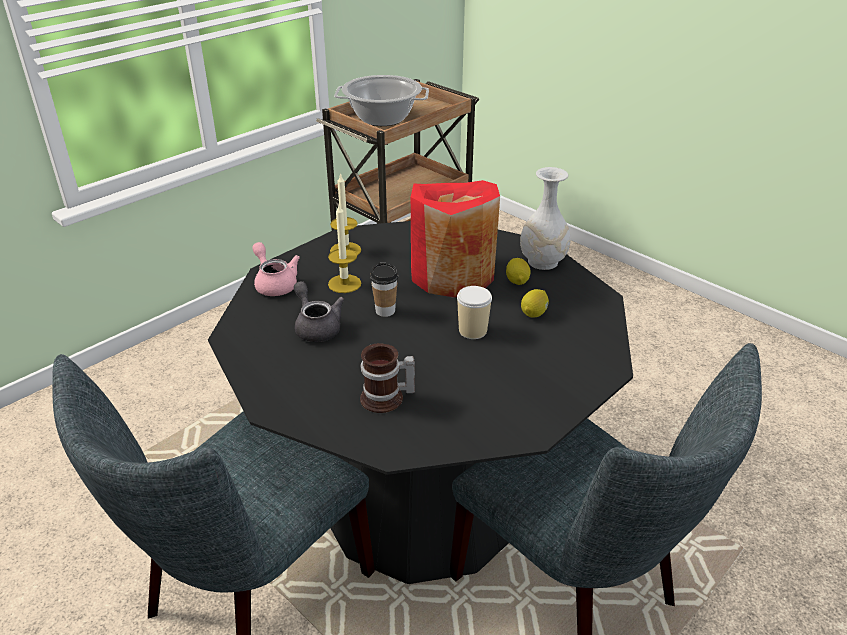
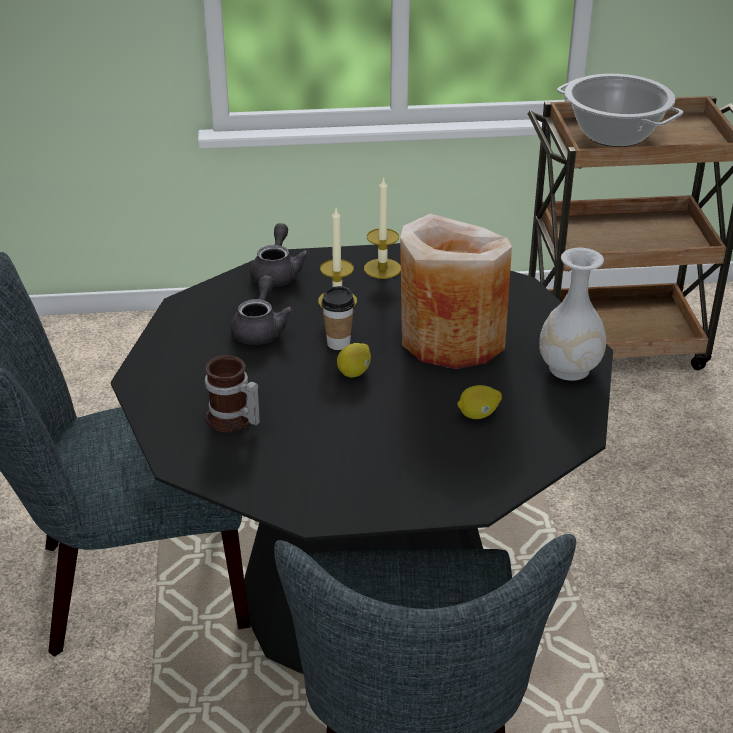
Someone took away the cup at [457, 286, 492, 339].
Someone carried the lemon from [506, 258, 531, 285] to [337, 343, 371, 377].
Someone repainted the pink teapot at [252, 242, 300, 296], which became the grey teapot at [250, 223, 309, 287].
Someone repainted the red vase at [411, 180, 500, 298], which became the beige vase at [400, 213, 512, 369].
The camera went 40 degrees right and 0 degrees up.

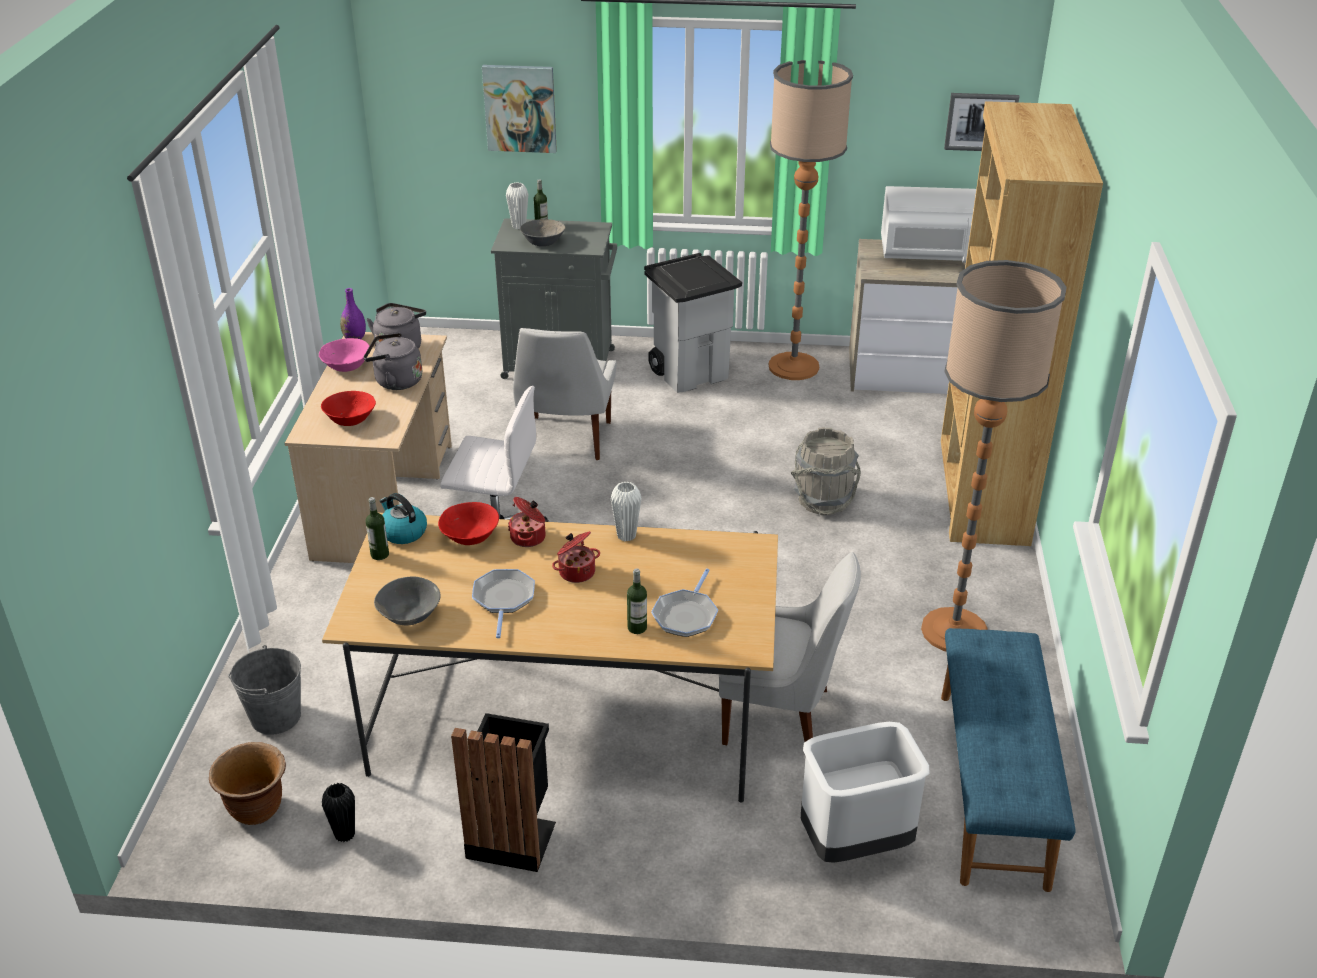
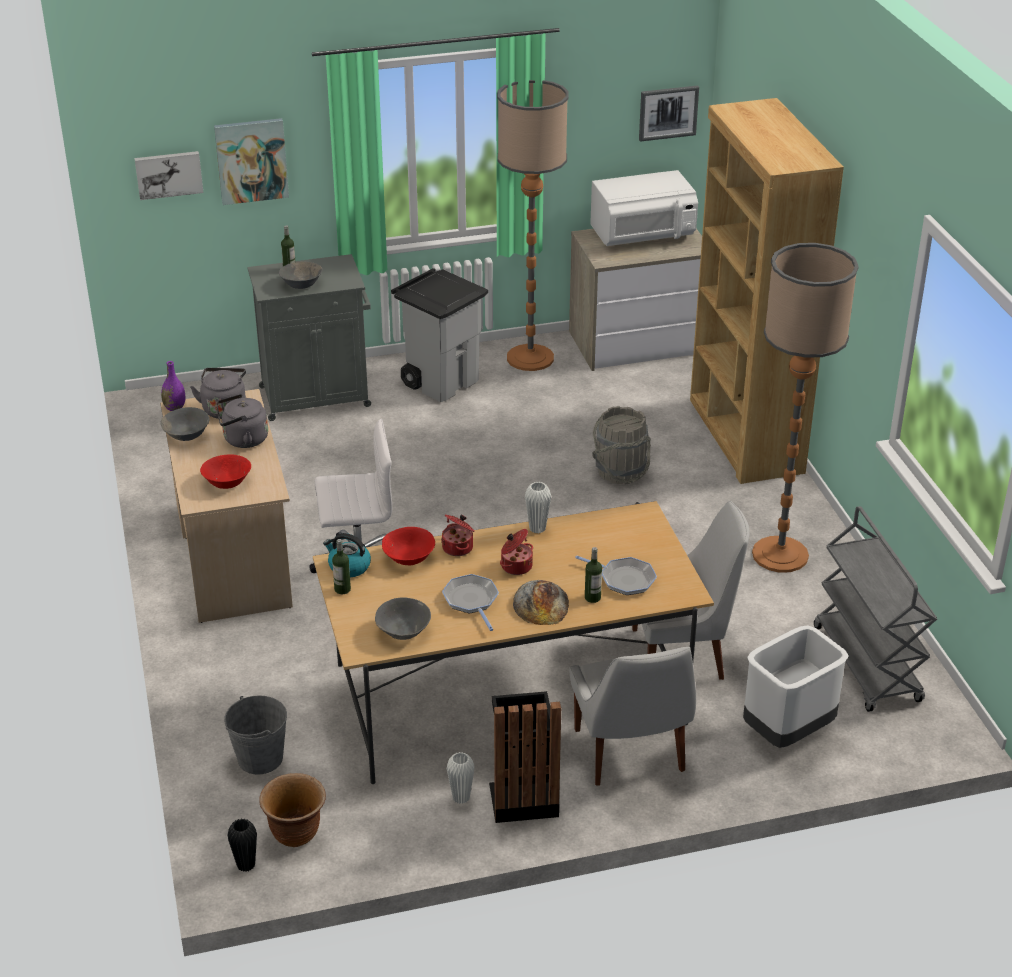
Someone put up the picture at [134, 151, 203, 200].
Someone put down the bread at [513, 580, 569, 625].
Someone carried the black vase from [322, 783, 355, 842] to [227, 819, 257, 872].
Someone carried the white vase from [506, 182, 528, 229] to [447, 752, 475, 804].
Someone carried the white chair from [513, 328, 616, 460] to [570, 647, 696, 786].
Someone swapped the blue bench at [941, 628, 1076, 892] for the grey cart at [814, 506, 937, 712].
Someone repainted the pink bowl at [319, 338, 369, 372], which became the grey bowl at [161, 407, 209, 441].
Someone rotated the frying pan at [651, 569, 718, 637] by 60 degrees counterclockwise.
The camera went 20 degrees left and 0 degrees up.

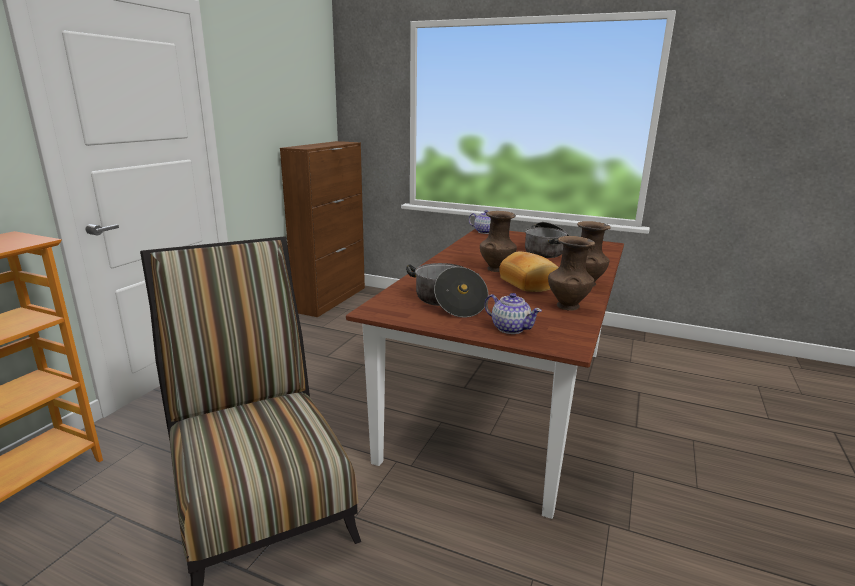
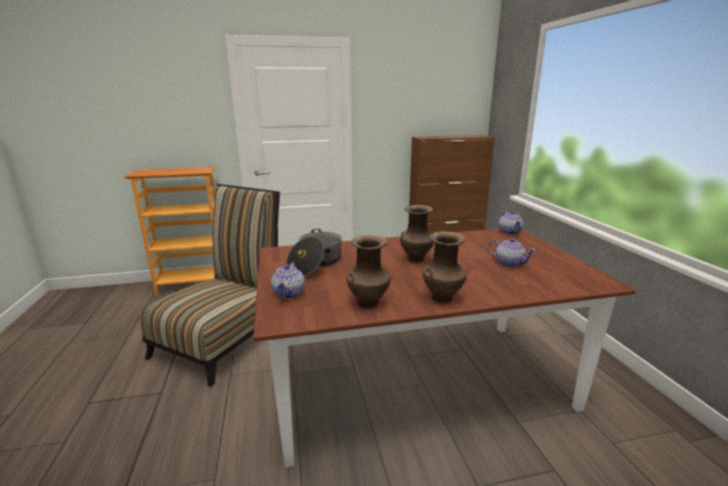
Someone took away the bread at [499, 251, 559, 292].
Someone swapped the cooking pot at [525, 222, 569, 258] for the teapot at [488, 238, 536, 268].
The camera went 55 degrees right and 0 degrees up.

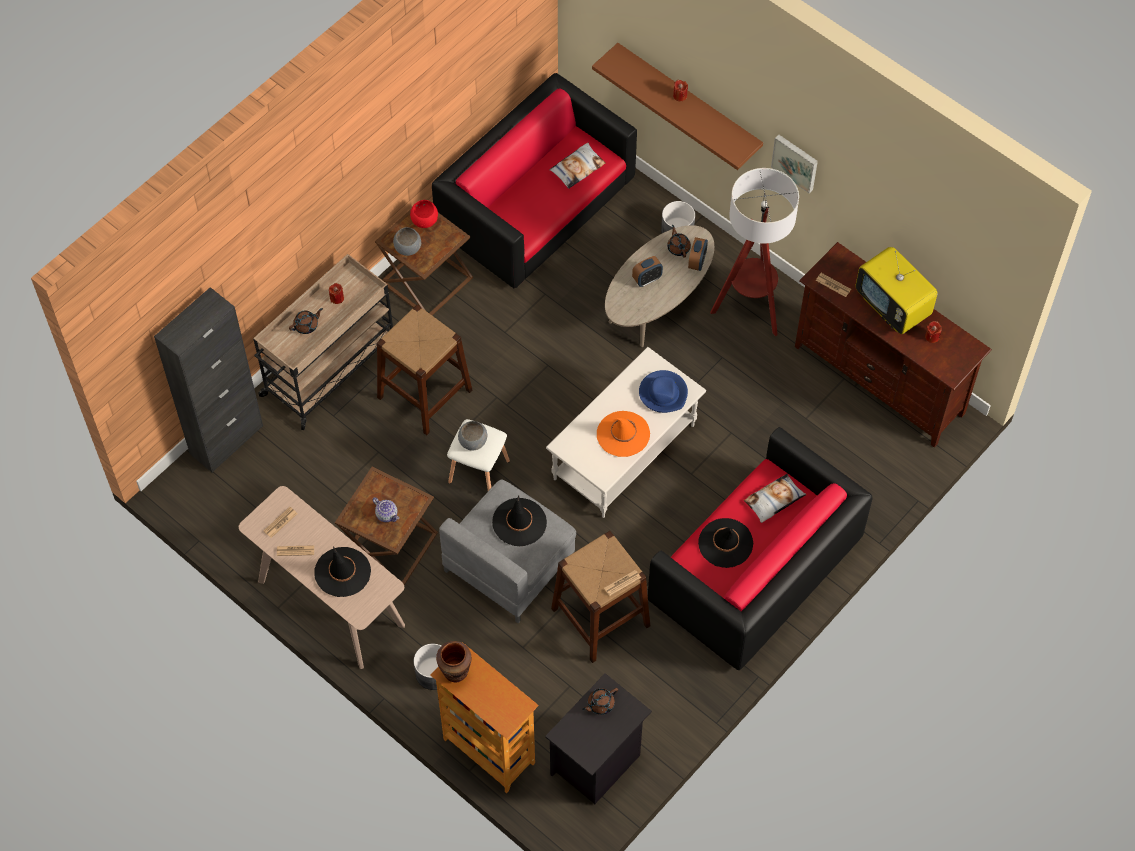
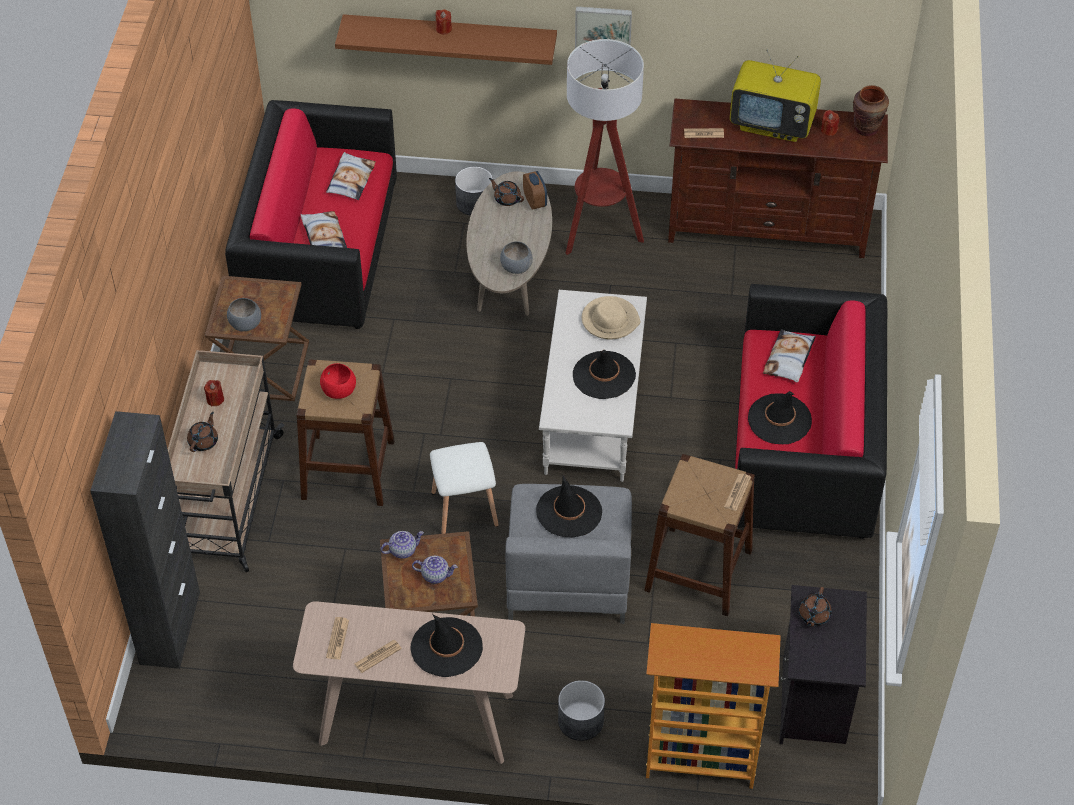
Someone took away the alarm clock at [632, 256, 663, 287].
Someone put down the pillow at [300, 211, 347, 248].
Someone put down the teapot at [381, 531, 424, 559].
Someone carried the red bowl from [410, 200, 438, 228] to [320, 363, 356, 399].
Someone carried the brown vase from [436, 641, 472, 682] to [853, 85, 889, 136].
Someone carried the grey bowl from [458, 421, 487, 451] to [500, 241, 533, 274].
Someone repainted the orange hat at [597, 411, 650, 457], which became the black hat at [573, 350, 636, 399].
Someone repainted the blue hat at [639, 370, 688, 413], which became the beige hat at [582, 296, 640, 339].
The camera went 35 degrees left and 10 degrees down.

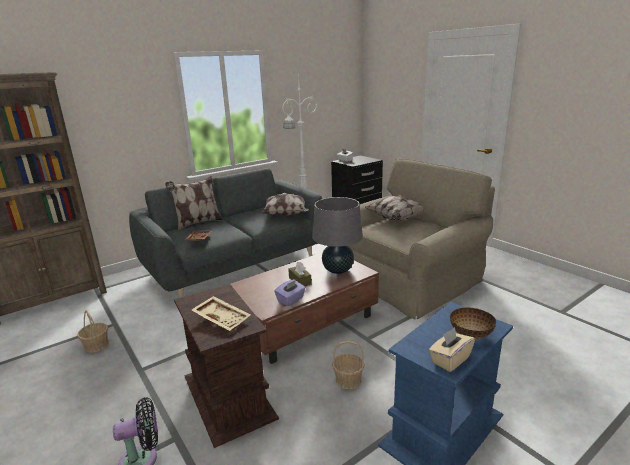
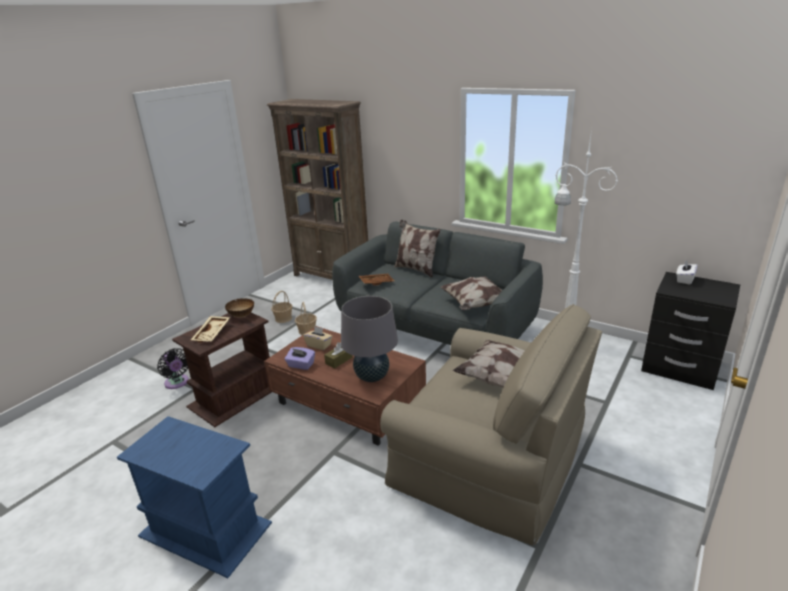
Someone carried the basket from [332, 341, 365, 389] to [295, 302, 317, 335].
Someone carried the beige tissue box from [429, 327, 475, 372] to [303, 326, 333, 350].
Someone carried the bowl from [450, 307, 496, 340] to [225, 298, 254, 317].
The camera went 70 degrees right and 5 degrees up.

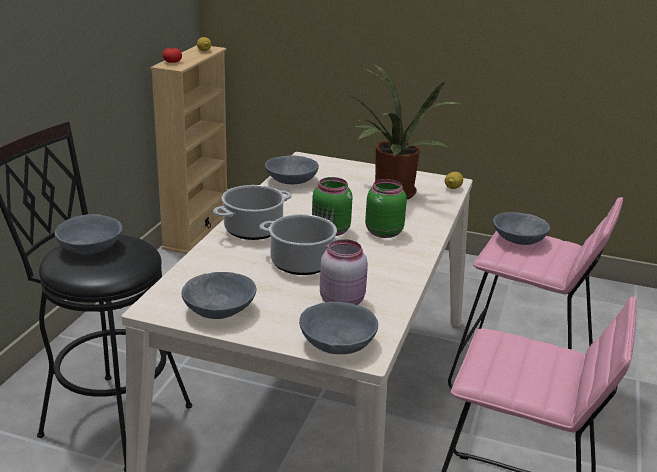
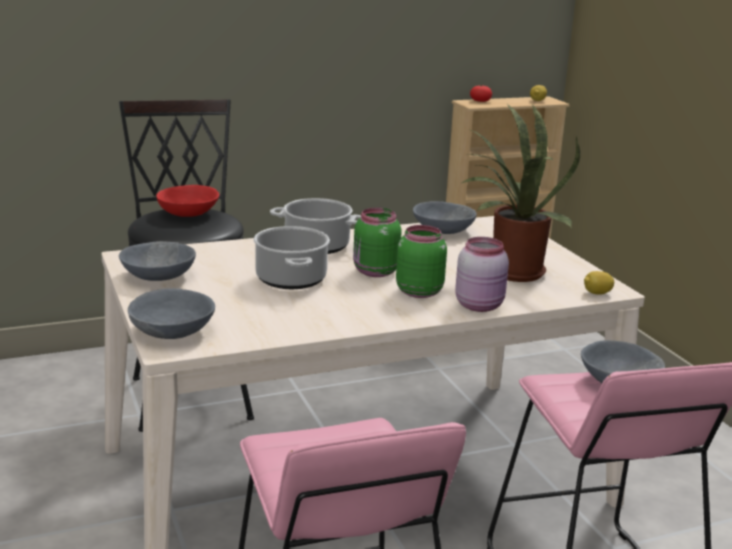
Someone carried the pink jar from [320, 239, 368, 305] to [455, 237, 509, 312].
Someone repainted the grey bowl at [55, 214, 122, 254], which became the red bowl at [156, 185, 219, 217].
The camera went 50 degrees right and 5 degrees down.

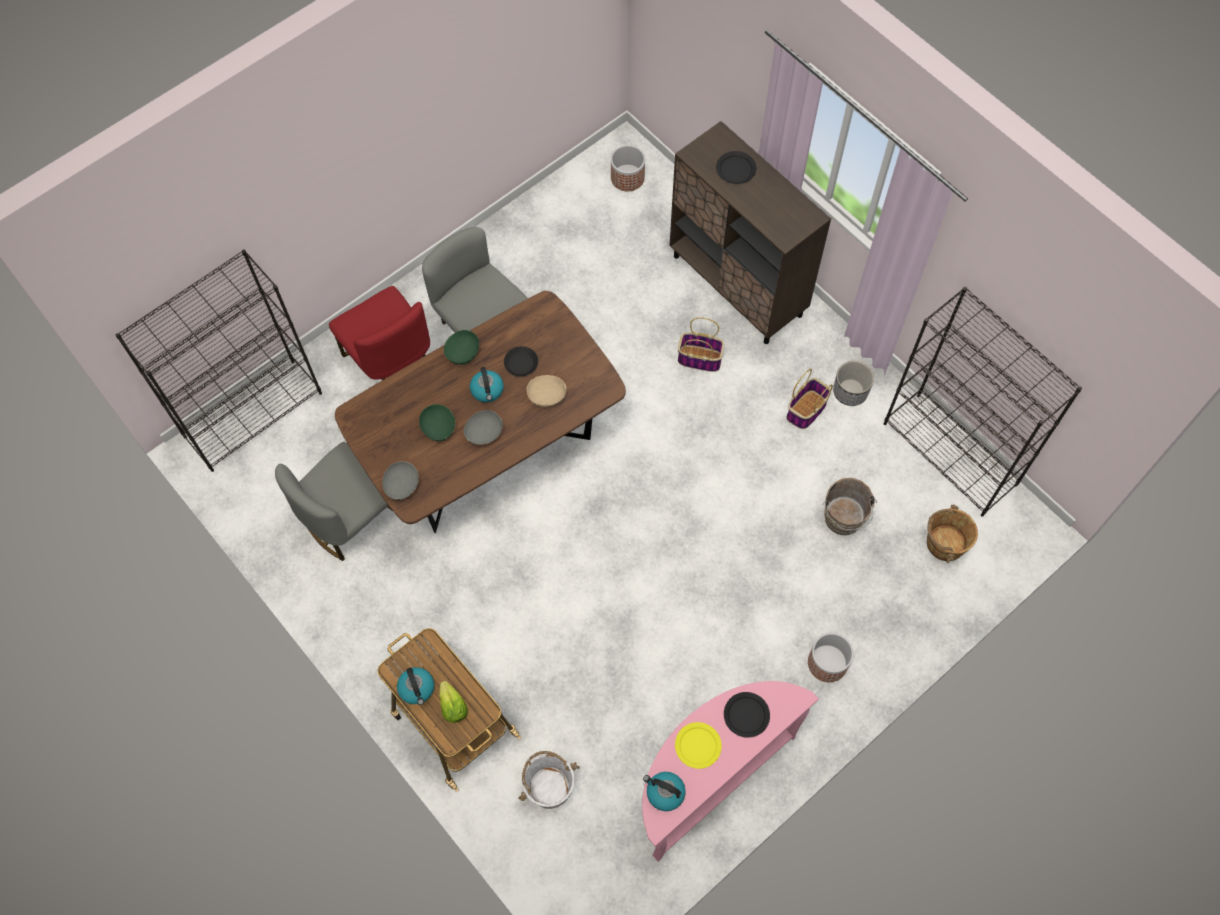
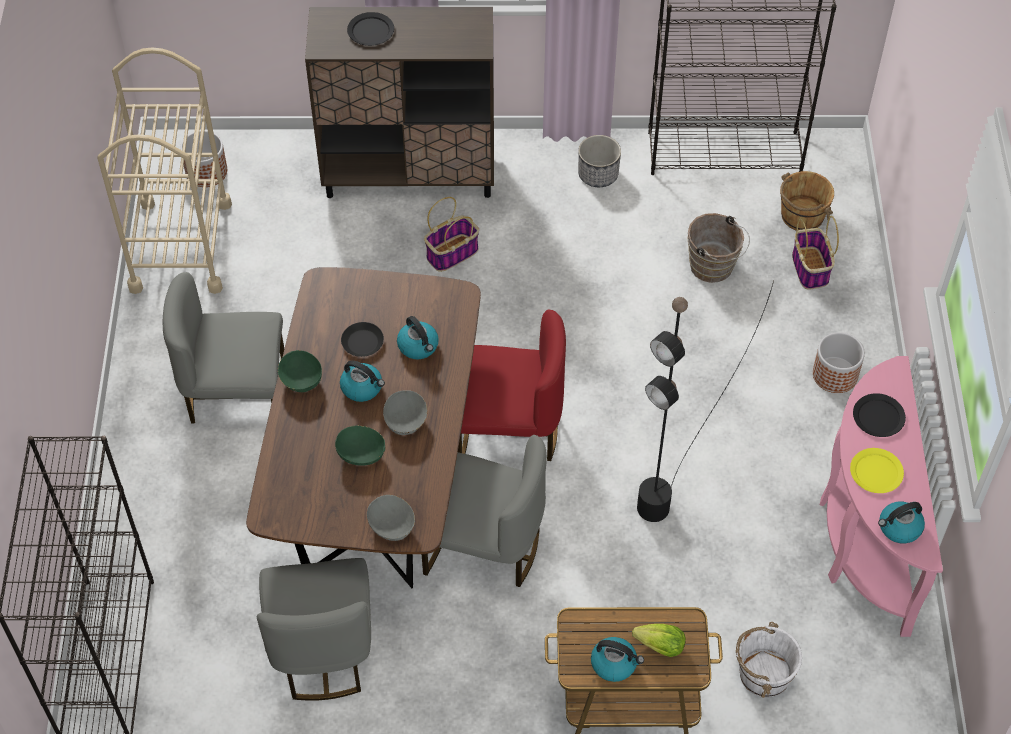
Someone put down the beige cart at [97, 47, 232, 294].
Someone put down the grey chair at [422, 435, 547, 587].
Someone put down the black floor lamp at [637, 281, 774, 522].
Someone carried the red chair from [329, 286, 430, 380] to [458, 310, 566, 461].
Someone carried the basket from [786, 369, 833, 429] to [792, 216, 839, 290].
Someone swapped the beige bowl at [527, 375, 567, 407] for the kettle at [397, 316, 439, 359].
The camera went 50 degrees left and 10 degrees down.

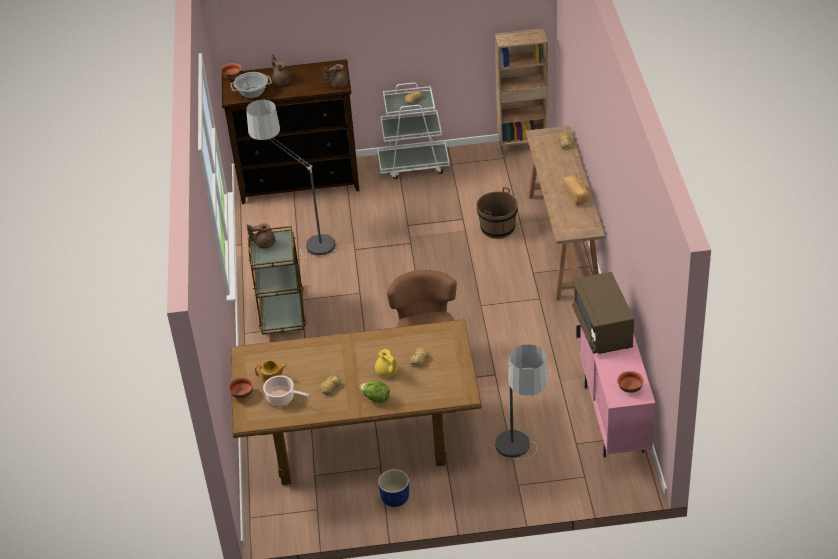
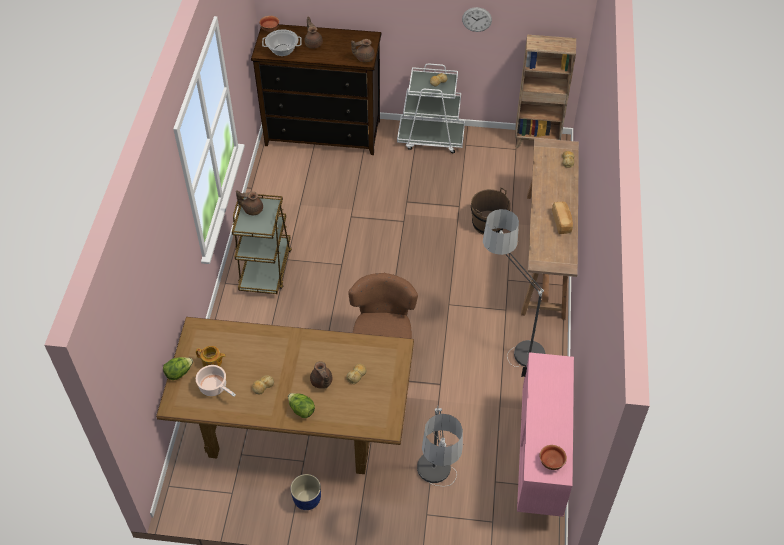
Someone took away the brown microwave at [572, 272, 634, 354].
Someone put up the wall clock at [462, 7, 492, 32].
Someone carried the floor lamp from [246, 100, 337, 257] to [483, 209, 545, 367].
Someone swapped the bowl at [228, 377, 254, 398] for the lettuce at [163, 357, 193, 380].
Someone repainted the yellow teapot at [375, 349, 398, 377], which became the brown teapot at [310, 361, 332, 389].
The camera went 10 degrees right and 10 degrees up.

